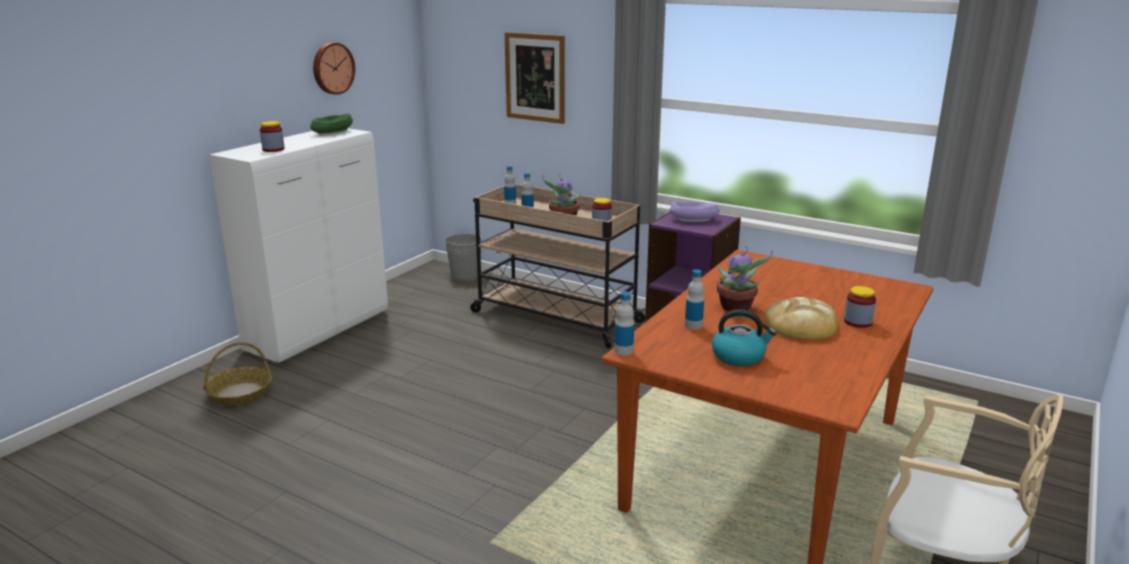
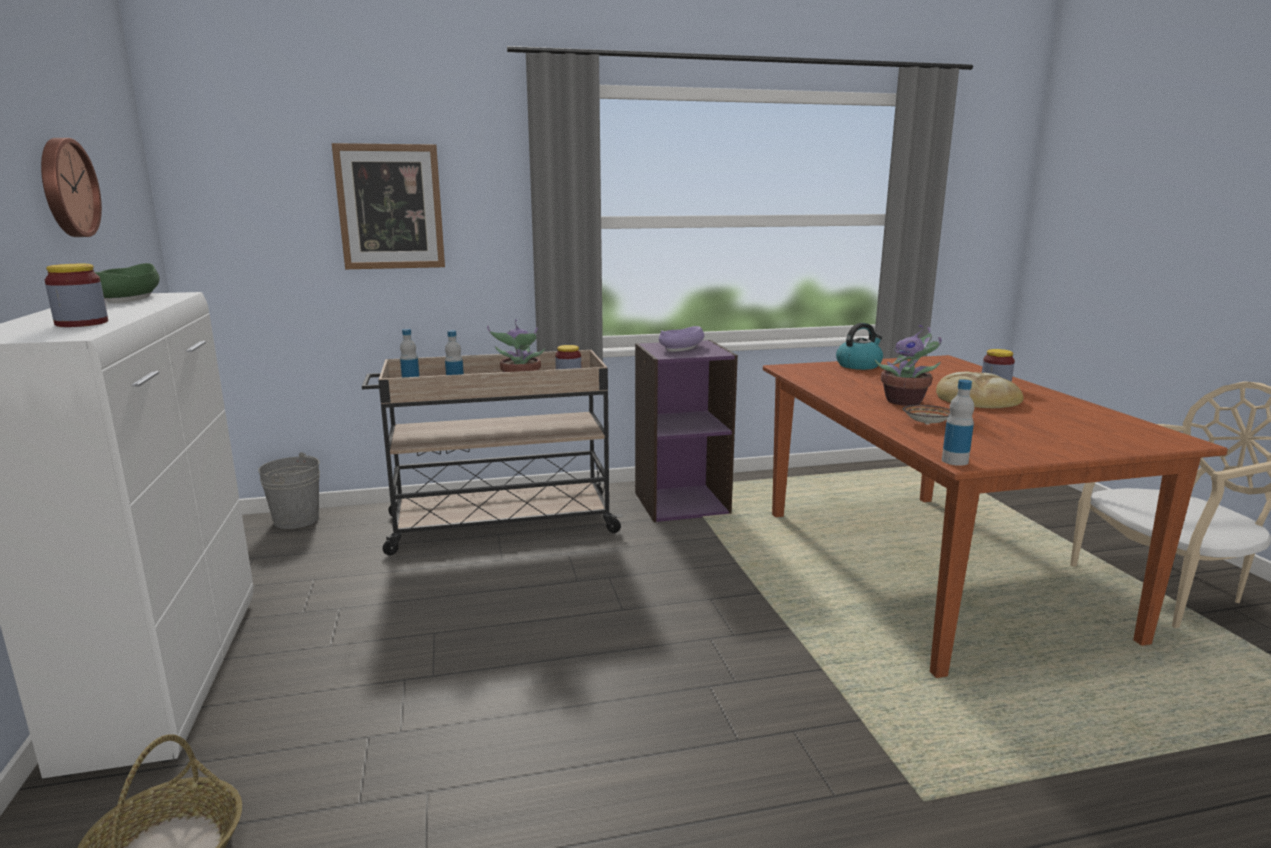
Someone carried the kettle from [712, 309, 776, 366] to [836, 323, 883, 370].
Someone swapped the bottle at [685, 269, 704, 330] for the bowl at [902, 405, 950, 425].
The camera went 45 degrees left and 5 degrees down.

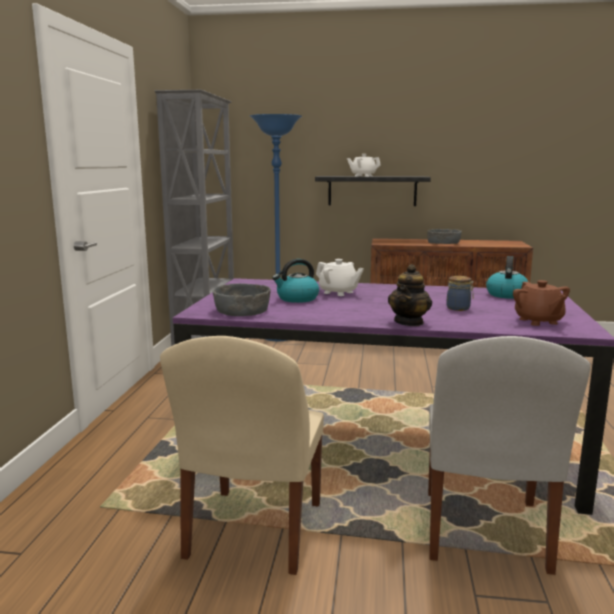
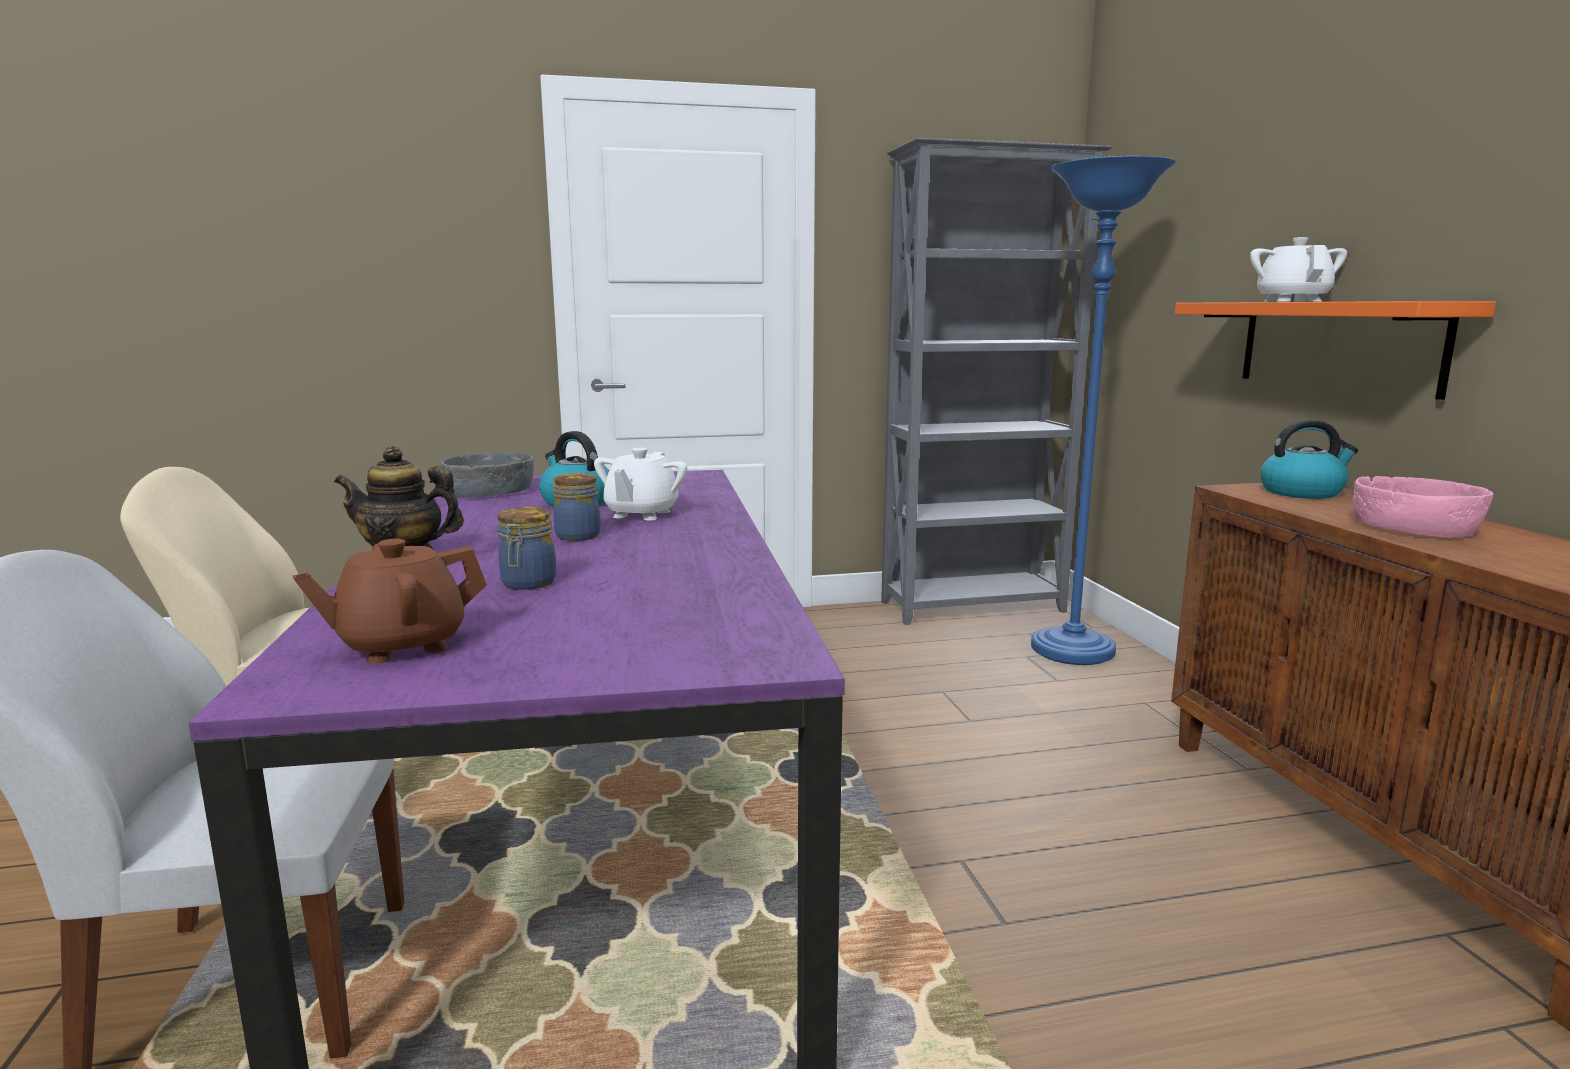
Someone put down the jar at [553, 473, 601, 541].
Someone carried the kettle from [486, 256, 529, 299] to [1260, 419, 1358, 499].
Someone repainted the black shelf at [315, 176, 431, 206], which became the orange shelf at [1175, 301, 1496, 400].
Someone repainted the grey bowl at [427, 229, 462, 244], which became the pink bowl at [1353, 476, 1493, 538].
The camera went 70 degrees right and 0 degrees up.

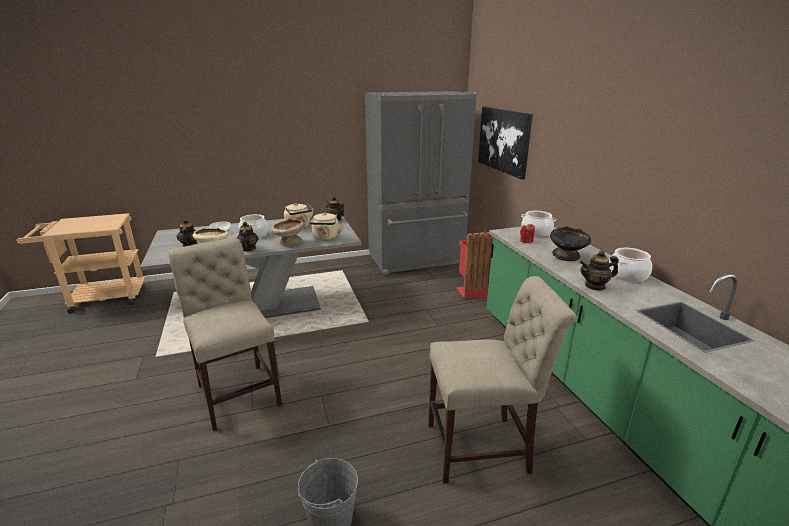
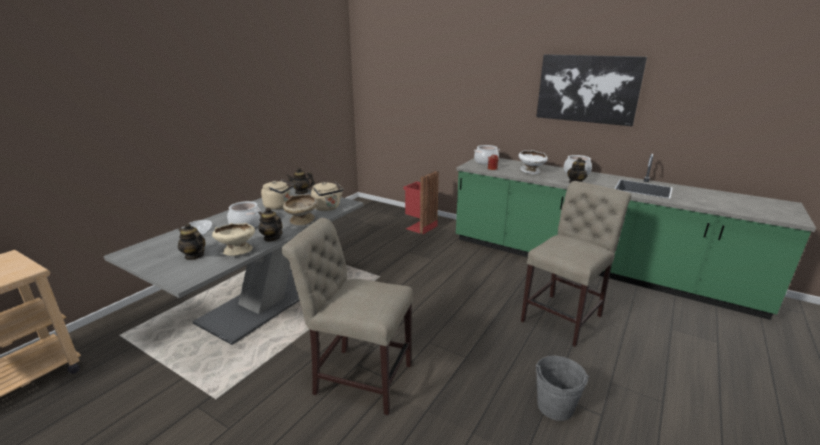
Someone took away the grey fridge at [365, 91, 477, 275].
Someone carried the picture from [478, 106, 533, 180] to [536, 54, 647, 126].
Someone repainted the black bowl at [550, 226, 591, 261], which became the white bowl at [519, 150, 548, 174].
The camera went 40 degrees left and 0 degrees up.

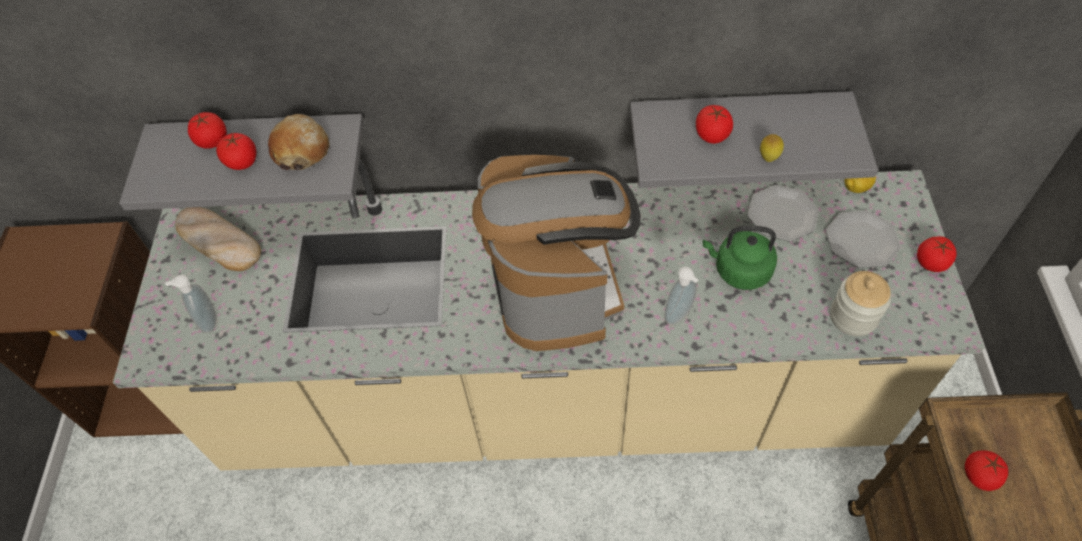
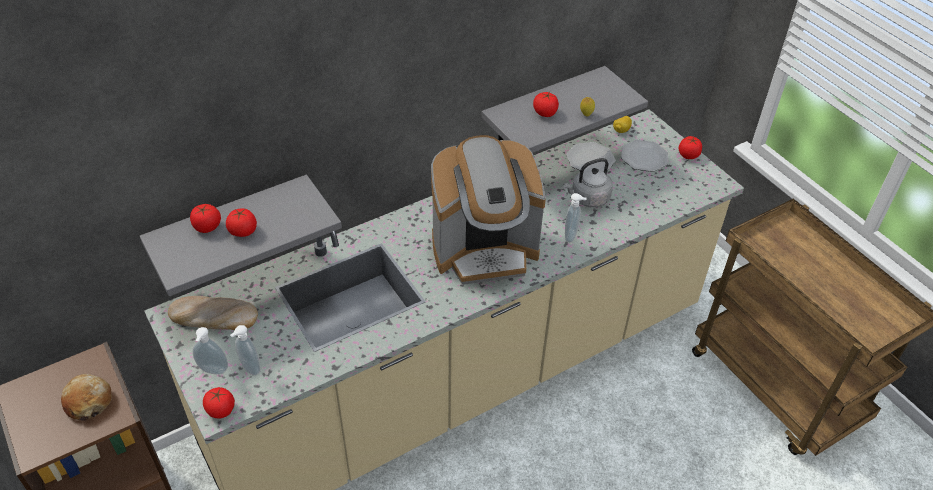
Someone took away the jar at [830, 271, 891, 336].
Someone put down the soap dispenser at [193, 327, 228, 375].
Someone carried the bread from [268, 114, 330, 170] to [61, 374, 112, 421].
Someone carried the tomato from [965, 450, 1008, 491] to [203, 387, 235, 418].
Someone repainted the green kettle at [703, 225, 777, 290], which became the grey kettle at [563, 158, 613, 207].
Someone rotated the coffee machine at [472, 155, 641, 351] by 120 degrees clockwise.
The camera went 35 degrees left and 10 degrees down.

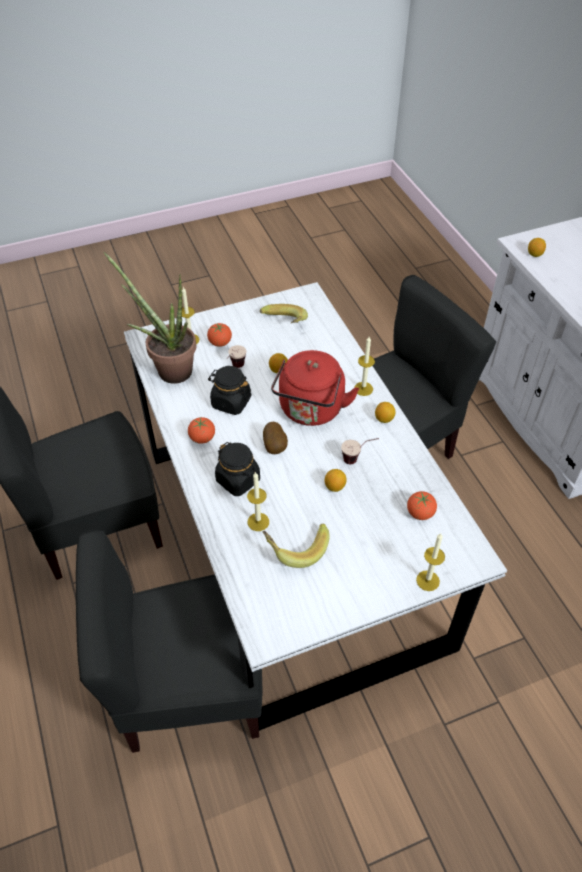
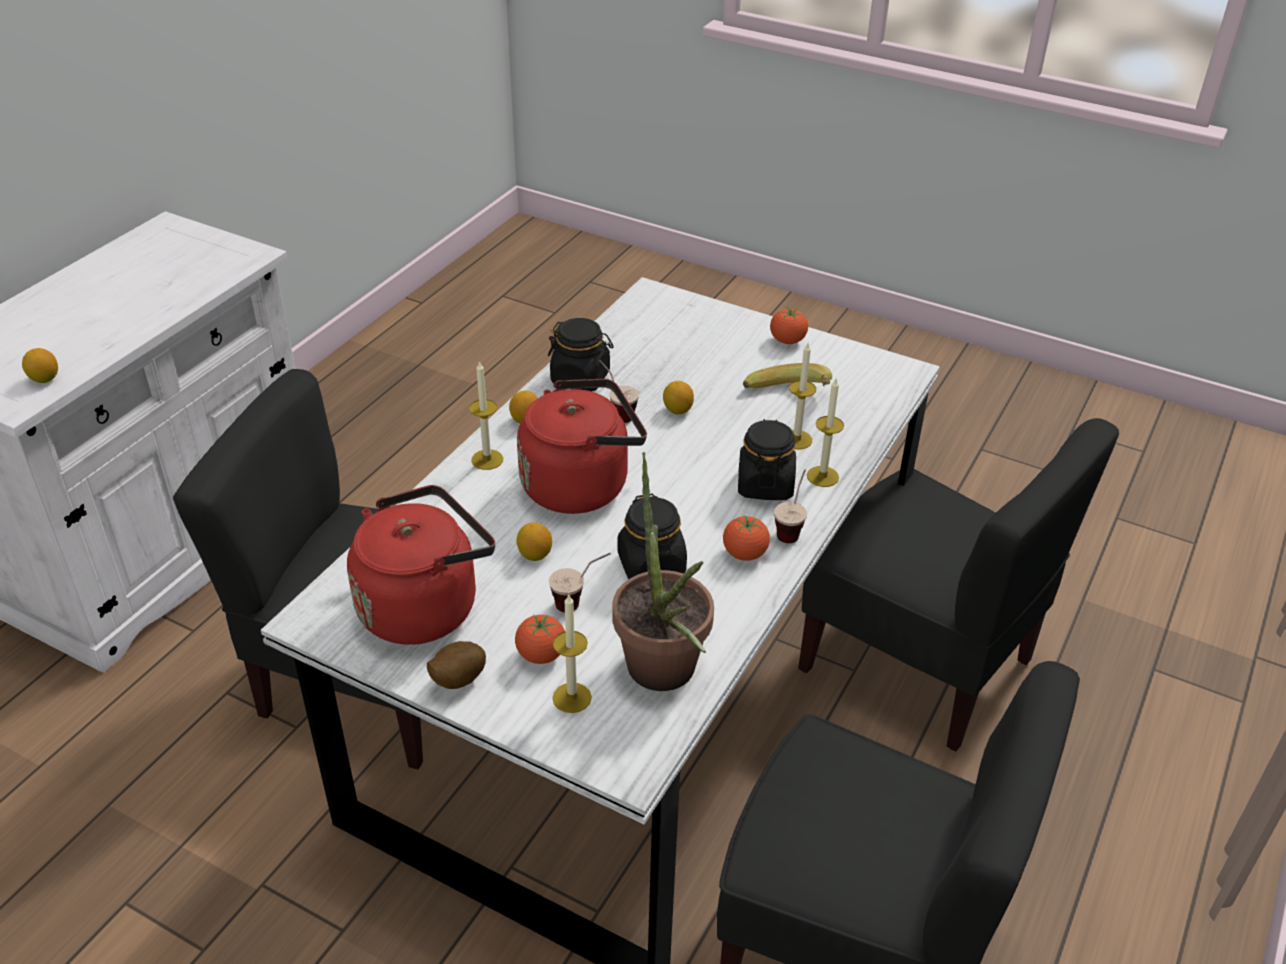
Someone put down the black jar at [548, 318, 614, 391].
Someone put down the cup at [774, 469, 807, 543].
Someone carried the potato from [263, 422, 288, 454] to [427, 641, 486, 689].
Someone carried the tomato from [407, 491, 437, 520] to [770, 307, 808, 344].
Someone carried the candle from [416, 533, 445, 591] to [807, 379, 844, 487].
Someone swapped the banana at [260, 304, 308, 324] for the red kettle at [347, 485, 495, 645].
The camera went 130 degrees left and 10 degrees down.

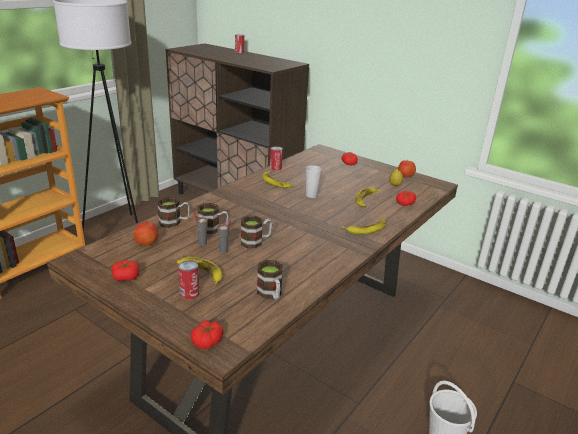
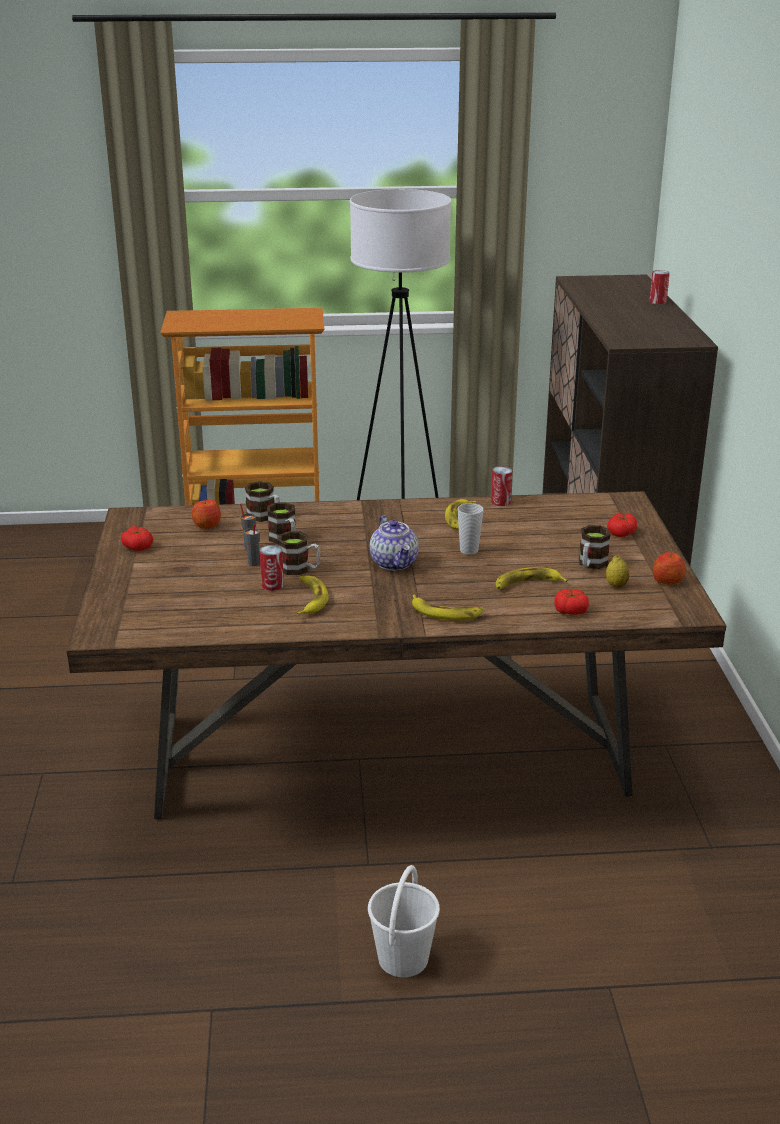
Someone took away the tomato at [191, 320, 224, 349].
Someone put down the teapot at [370, 516, 419, 571].
Someone carried the banana from [176, 256, 223, 285] to [297, 575, 329, 615].
Someone carried the can from [178, 261, 199, 300] to [259, 545, 284, 591].
Someone carried the mug from [257, 260, 283, 300] to [579, 525, 611, 569].
The camera went 50 degrees right and 0 degrees up.

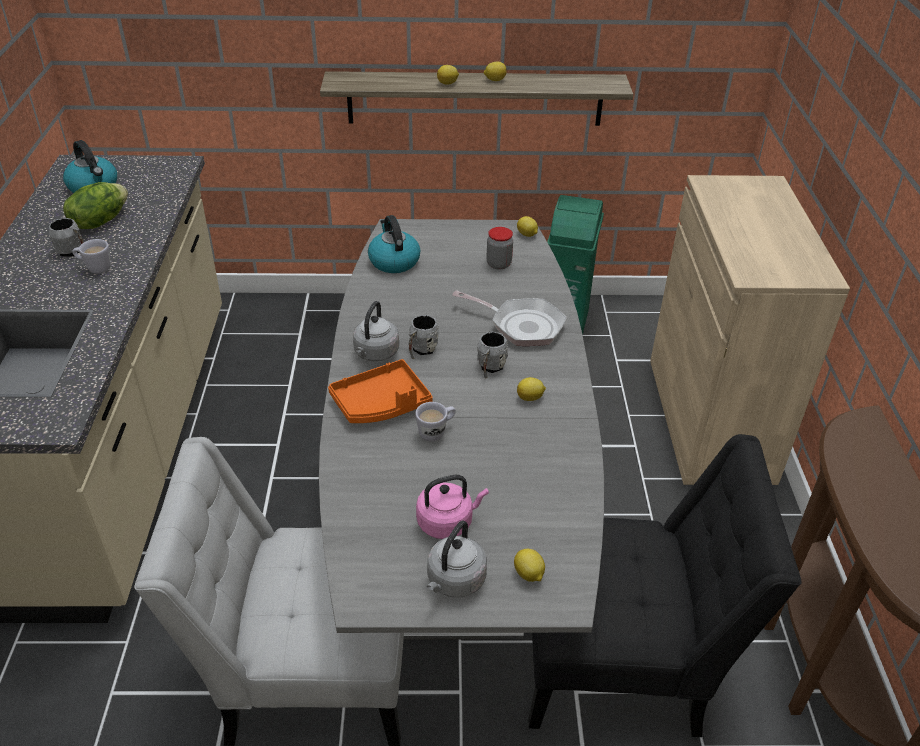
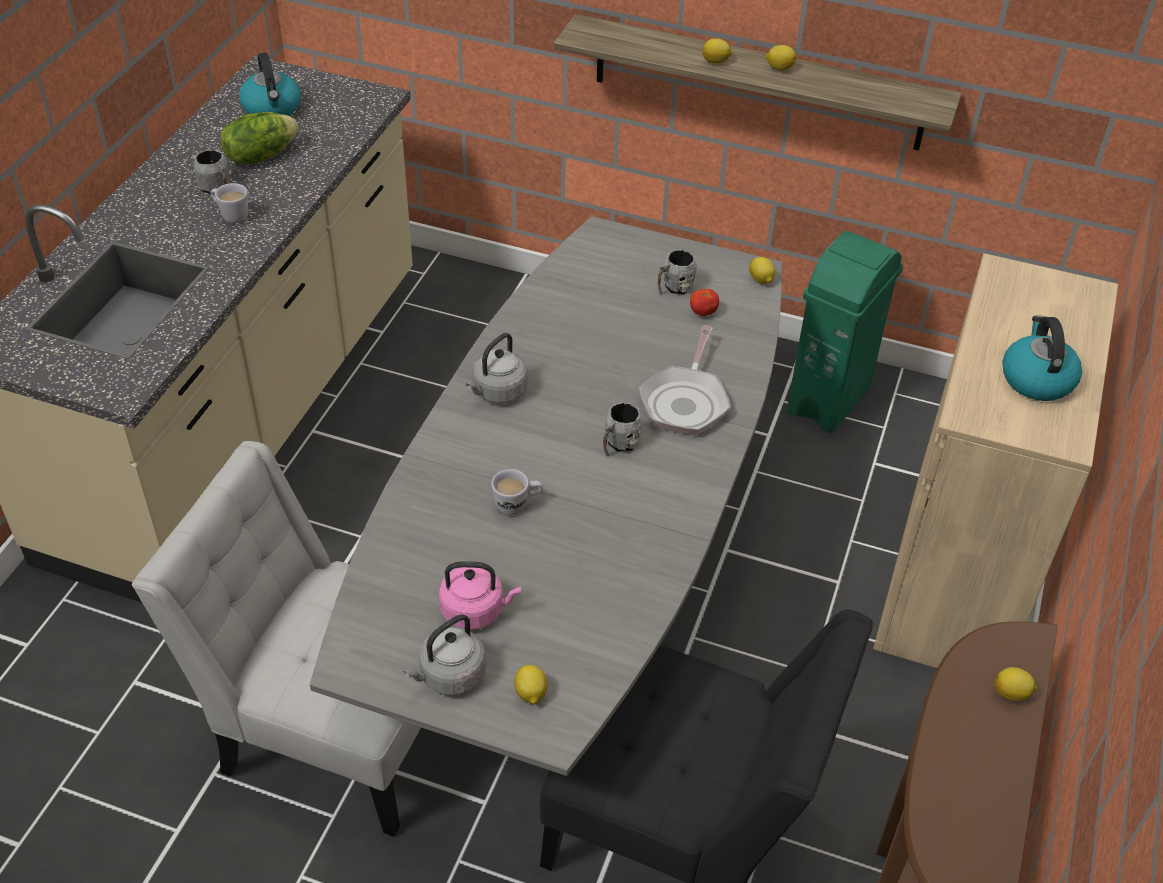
Someone took away the orange tray at [328, 359, 433, 423].
Someone carried the kettle from [368, 215, 420, 273] to [1002, 315, 1082, 401].
Someone carried the grey mug from [409, 315, 439, 359] to [658, 249, 697, 295].
Someone carried the lemon from [517, 377, 546, 401] to [995, 667, 1037, 701].
Someone swapped the jar at [486, 227, 513, 270] for the tomato at [690, 289, 719, 316].
Someone rotated the frying pan at [452, 290, 567, 346] by 60 degrees clockwise.
The camera went 20 degrees right and 5 degrees up.

